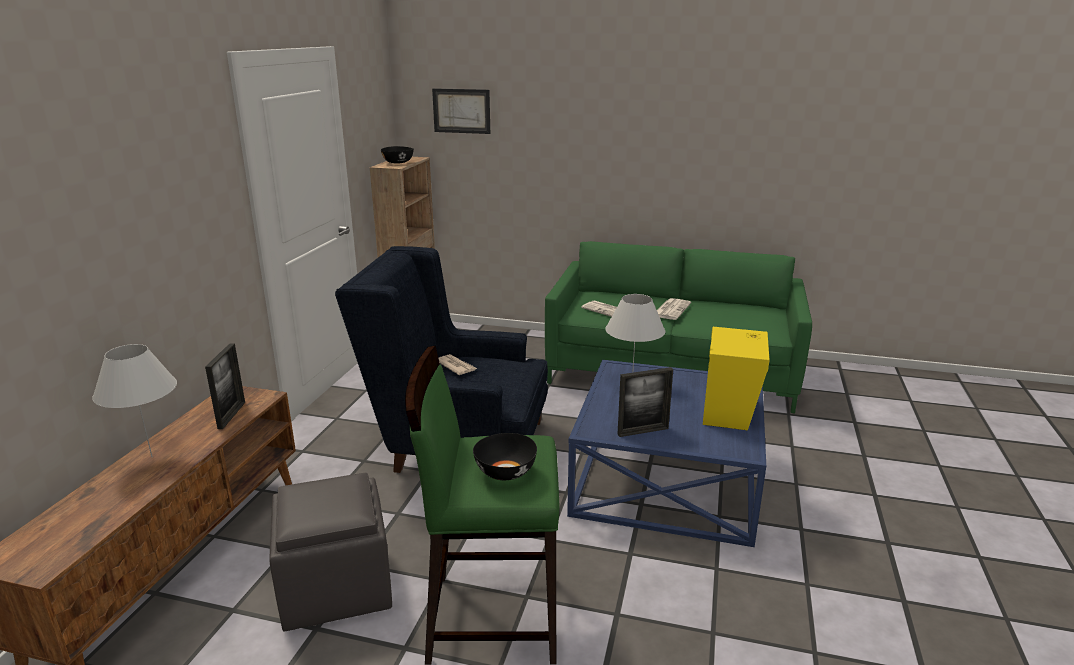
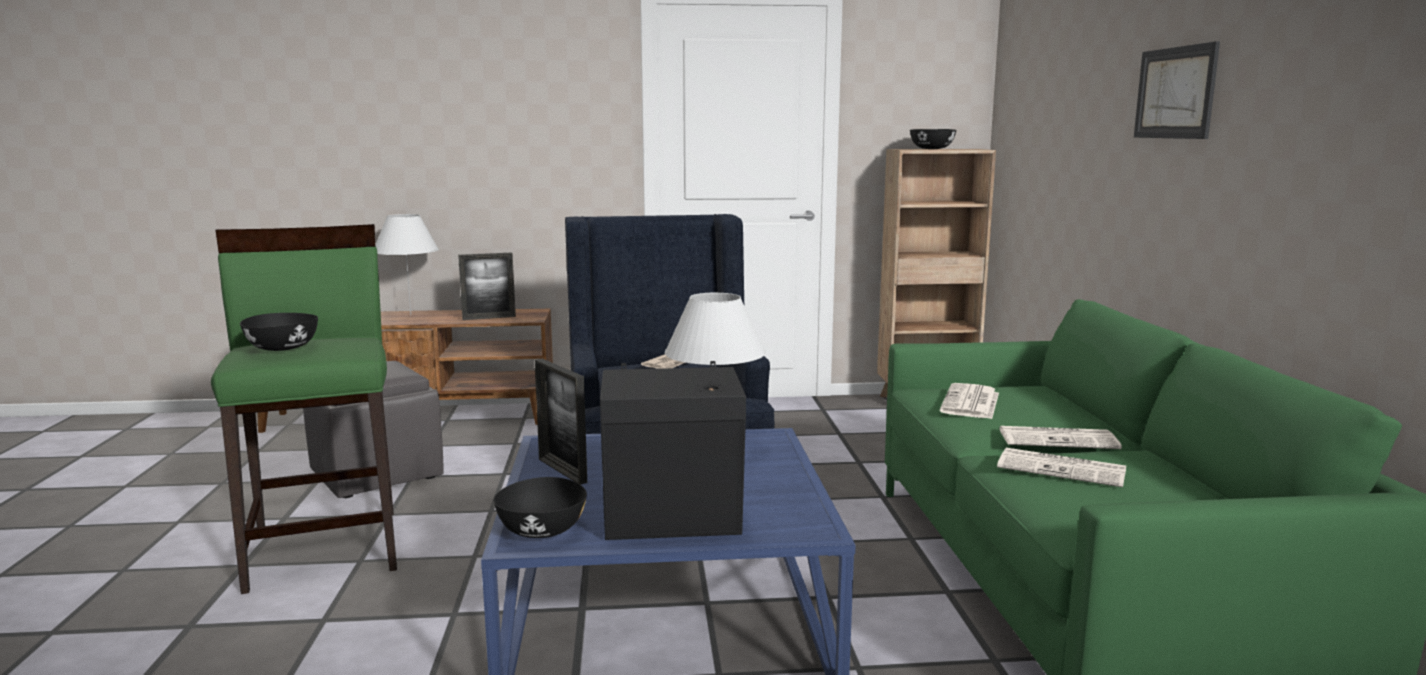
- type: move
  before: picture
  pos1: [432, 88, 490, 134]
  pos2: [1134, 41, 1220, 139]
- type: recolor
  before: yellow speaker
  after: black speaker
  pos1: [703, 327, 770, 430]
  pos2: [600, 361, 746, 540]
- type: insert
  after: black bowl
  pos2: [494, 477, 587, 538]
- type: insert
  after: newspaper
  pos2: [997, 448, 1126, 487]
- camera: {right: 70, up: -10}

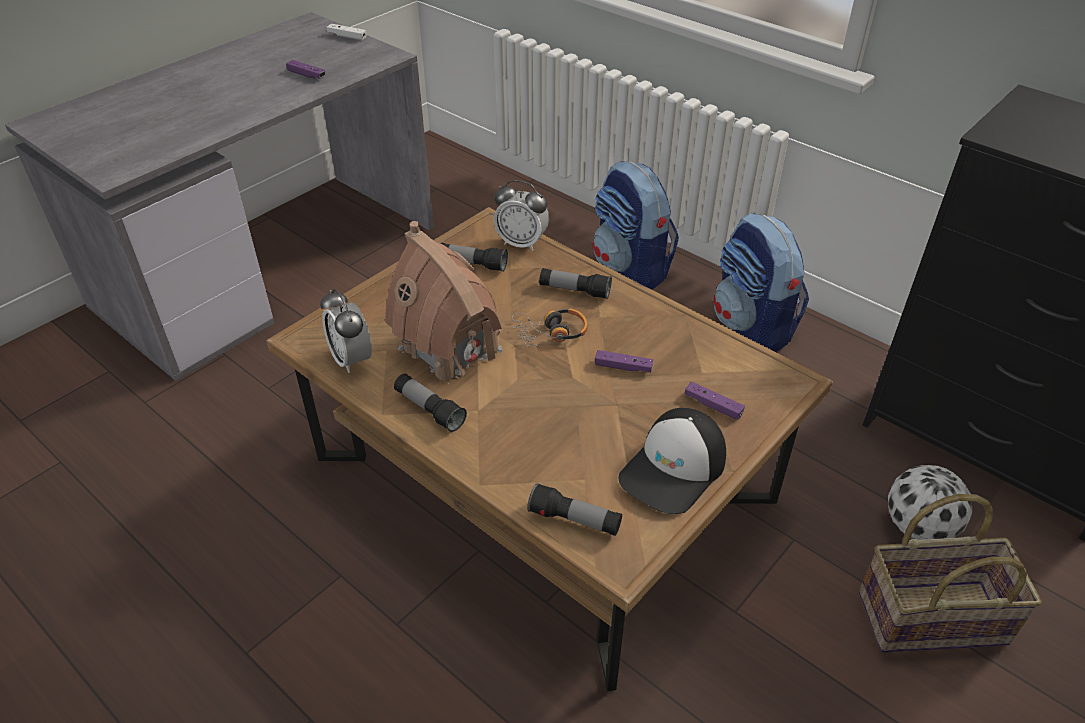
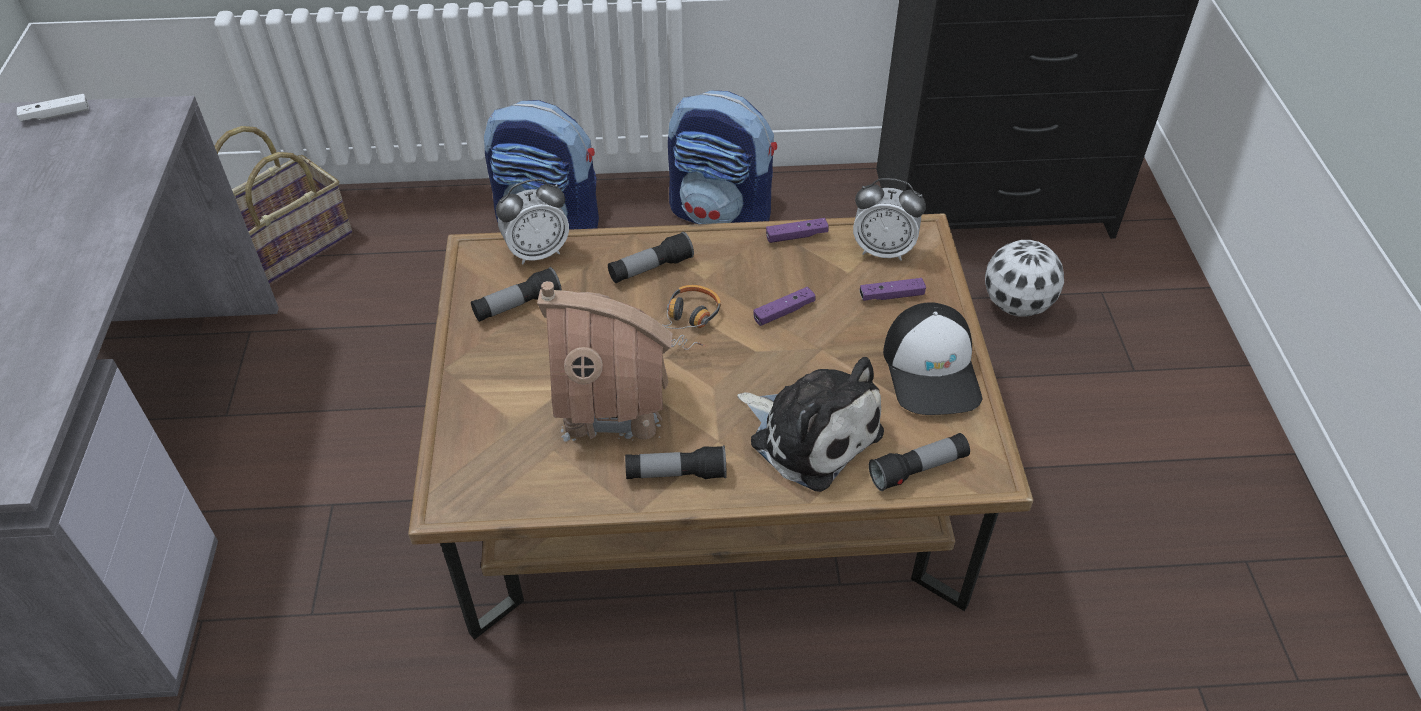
- type: move
  before: purple game controller
  pos1: [286, 60, 326, 79]
  pos2: [766, 218, 829, 243]
- type: move
  before: alarm clock
  pos1: [320, 289, 372, 373]
  pos2: [853, 178, 926, 261]
- type: move
  before: basket
  pos1: [859, 494, 1042, 653]
  pos2: [215, 126, 352, 284]
- type: insert
  after: plush toy
  pos2: [737, 357, 884, 492]
- camera: {right: -45, up: 5}

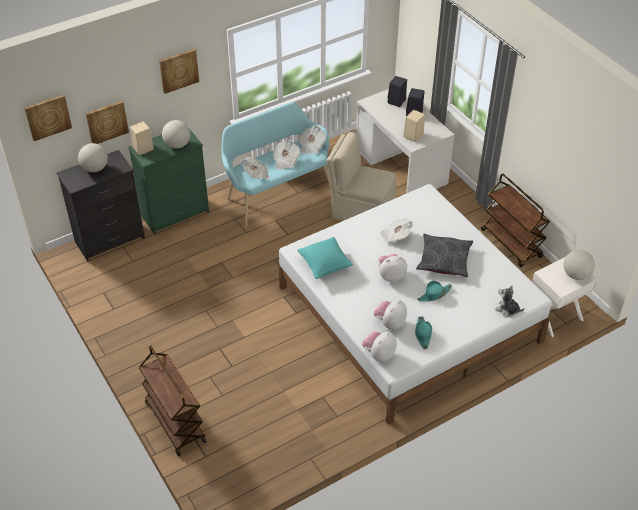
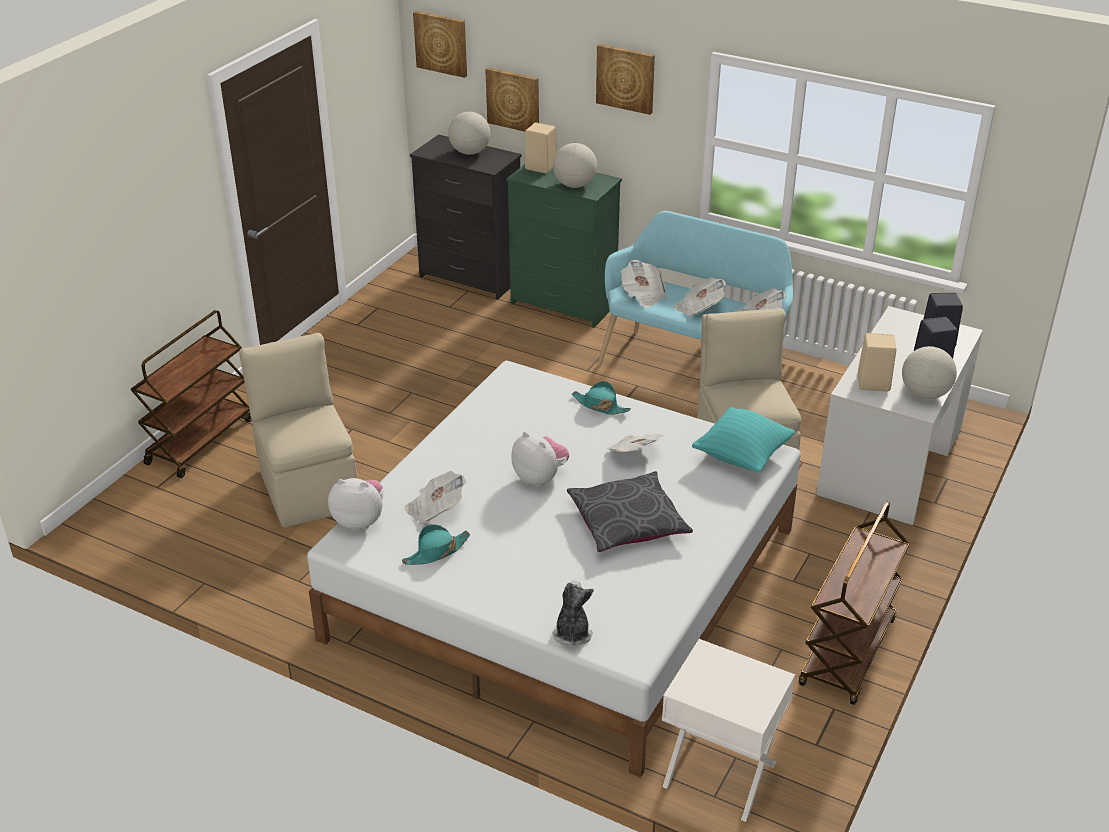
- type: move
  before: turquoise pillow
  pos1: [297, 237, 353, 279]
  pos2: [692, 407, 796, 472]
- type: replace
  before: plush toy
  after: newspaper
  pos1: [374, 300, 407, 330]
  pos2: [405, 471, 466, 525]
- type: move
  before: turquoise hat
  pos1: [417, 281, 452, 302]
  pos2: [571, 381, 631, 415]
- type: move
  before: globe
  pos1: [564, 250, 595, 280]
  pos2: [902, 346, 957, 399]
- type: insert
  after: beige chair
  pos2: [239, 333, 358, 527]
- camera: {right: 60, up: -10}

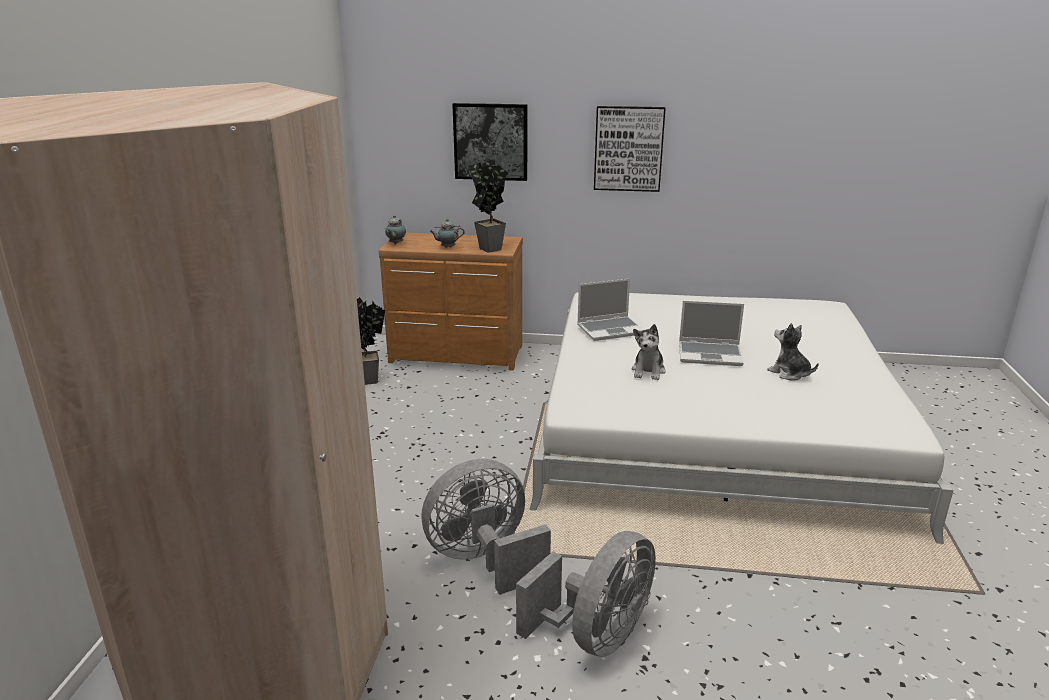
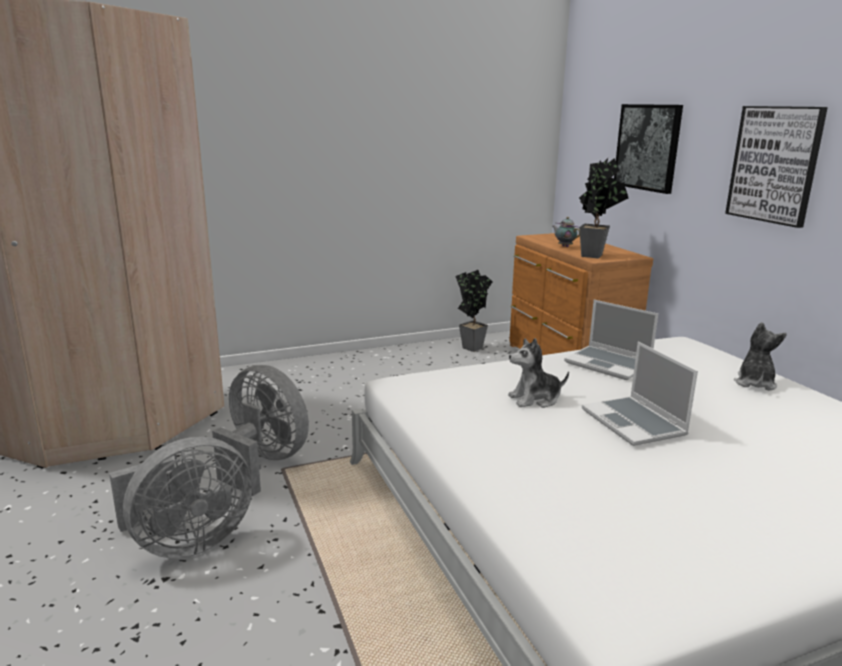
- type: delete
  before: teapot
  pos1: [385, 215, 406, 244]
- type: rotate
  before: grey fan
  pos1: [516, 531, 656, 657]
  pos2: [109, 437, 252, 558]
  turn: -45
- type: move
  before: plush toy
  pos1: [767, 323, 818, 381]
  pos2: [734, 322, 787, 391]
- camera: {right: 60, up: -5}

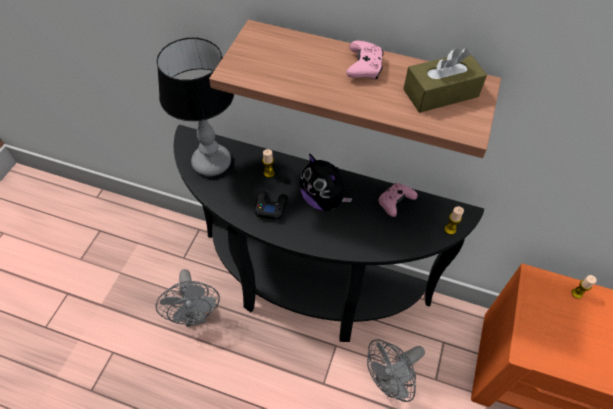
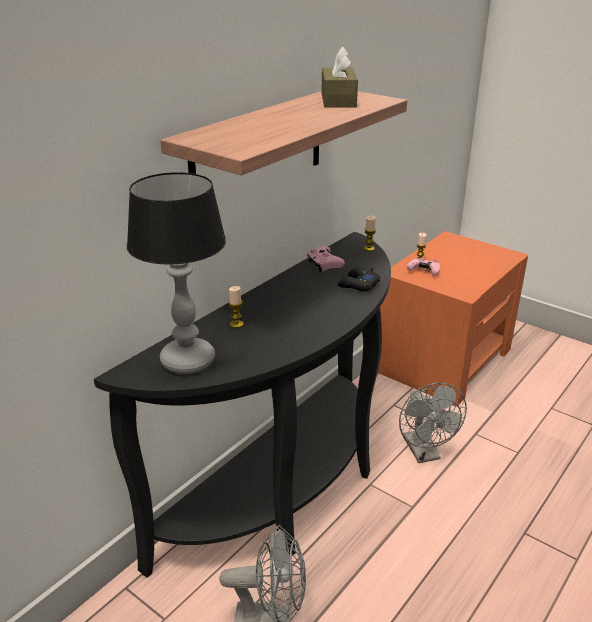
- type: move
  before: black game controller
  pos1: [255, 191, 288, 220]
  pos2: [338, 267, 380, 291]
- type: delete
  before: plush toy
  pos1: [299, 153, 352, 211]
- type: move
  before: pink game controller
  pos1: [346, 40, 384, 79]
  pos2: [407, 258, 440, 276]
- camera: {right: -70, up: -25}

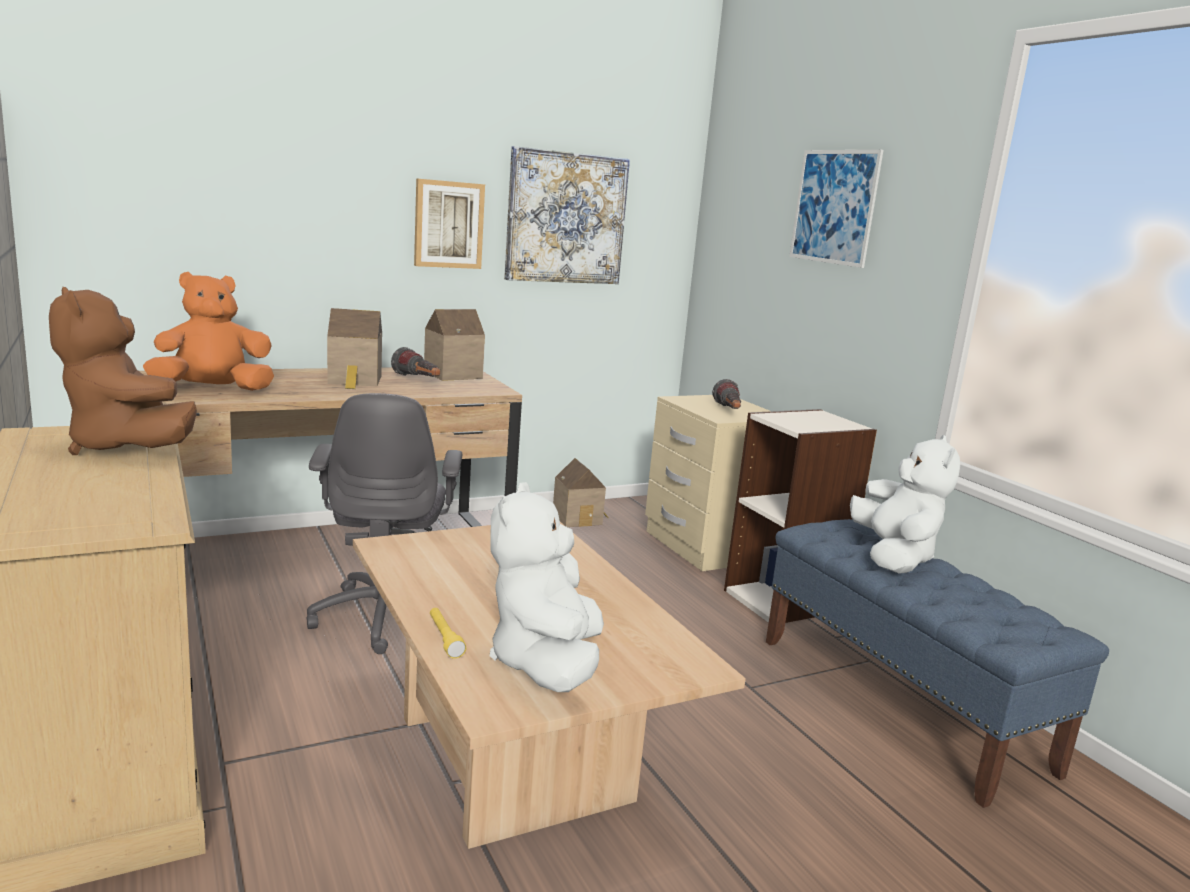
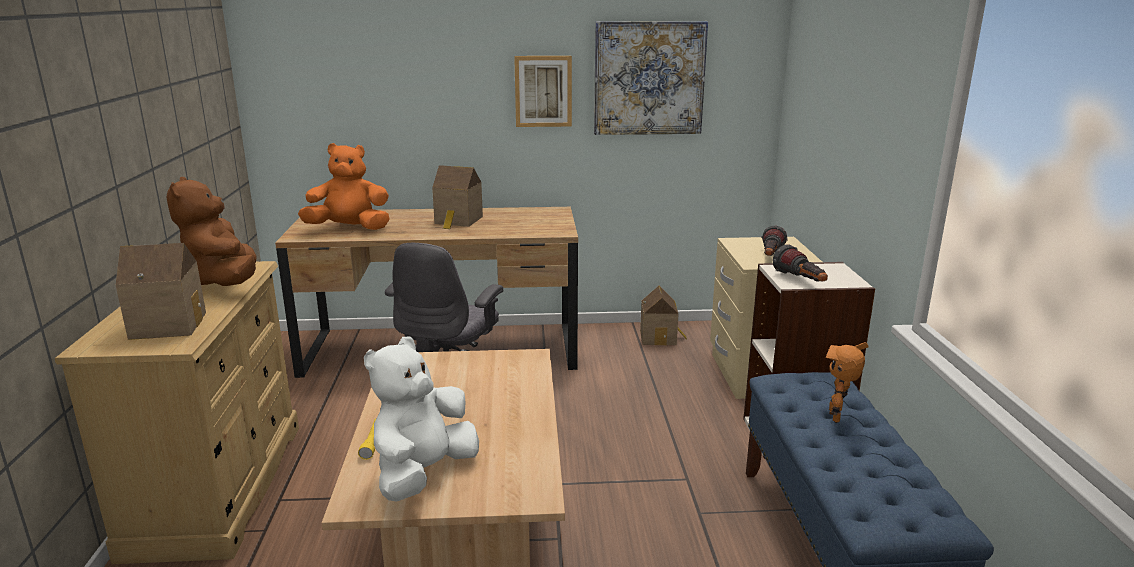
- type: move
  before: flashlight
  pos1: [391, 347, 440, 377]
  pos2: [773, 244, 828, 282]
- type: move
  before: toy house
  pos1: [424, 309, 485, 381]
  pos2: [115, 243, 206, 340]
- type: delete
  before: picture
  pos1: [789, 150, 883, 268]
- type: replace
  before: white plush toy
  after: toy robot
  pos1: [850, 435, 960, 574]
  pos2: [825, 342, 869, 423]
- camera: {right: 25, up: 5}

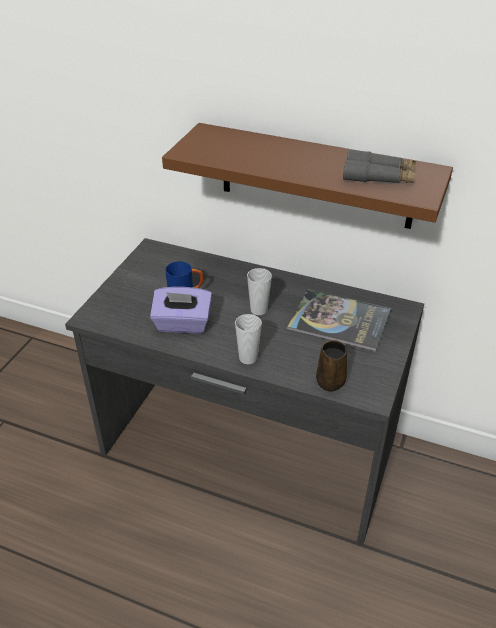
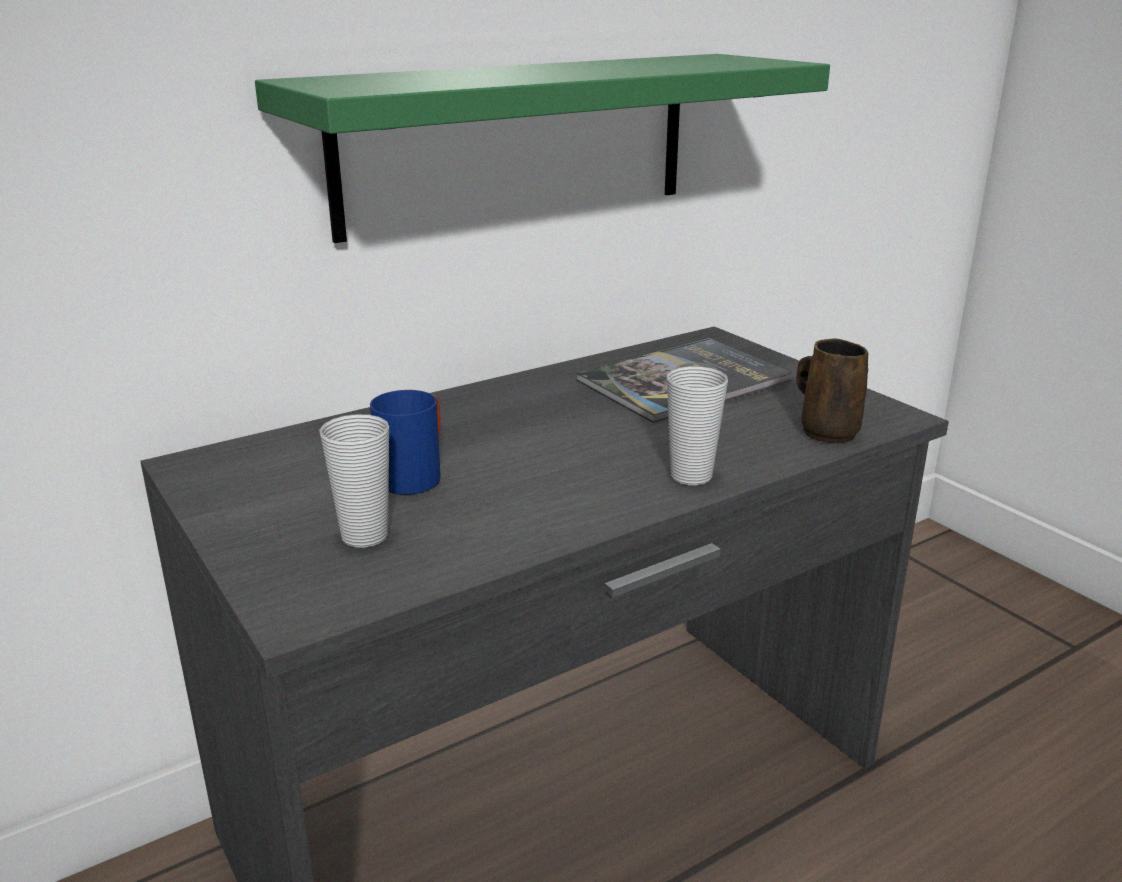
- type: delete
  before: purple tissue box
  pos1: [150, 287, 212, 333]
- type: recolor
  before: brown shelf
  after: green shelf
  pos1: [162, 123, 453, 229]
  pos2: [255, 54, 830, 243]
- type: move
  before: cup
  pos1: [247, 268, 272, 315]
  pos2: [319, 414, 389, 548]
- type: delete
  before: grey binoculars
  pos1: [343, 149, 416, 183]
- camera: {right: -55, up: -15}

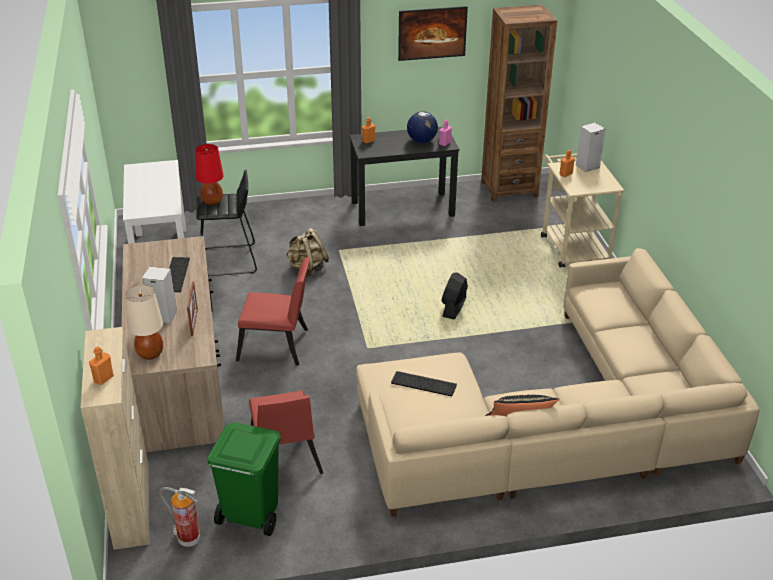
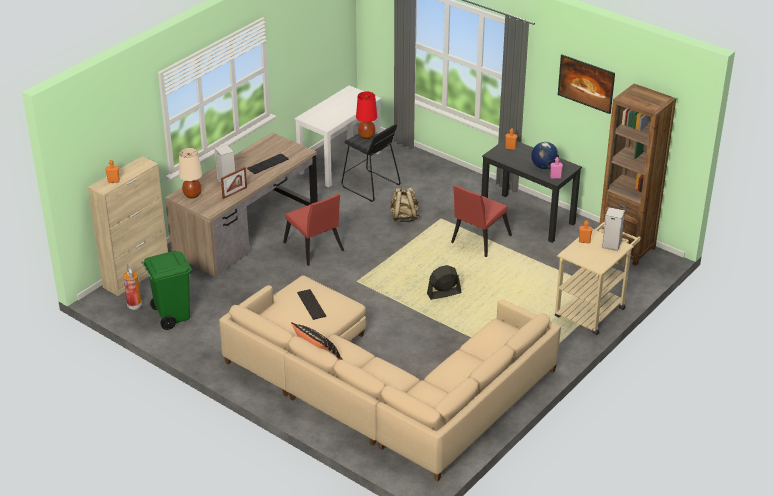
- type: move
  before: red chair
  pos1: [249, 391, 323, 474]
  pos2: [451, 185, 512, 257]
- camera: {right: 50, up: 0}

